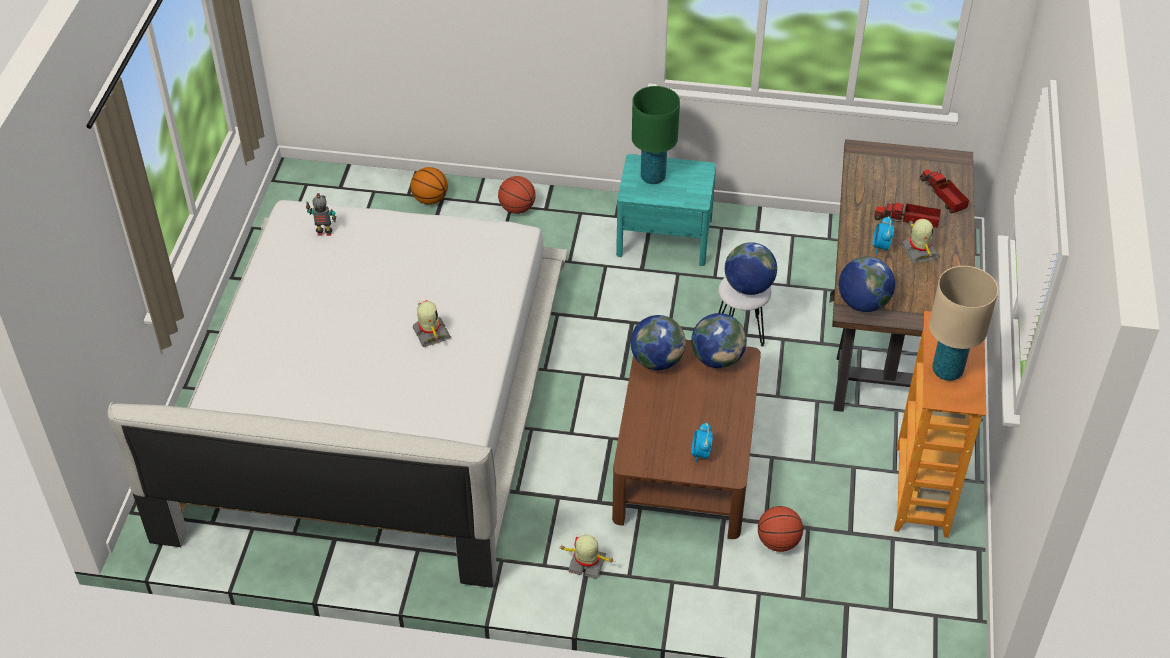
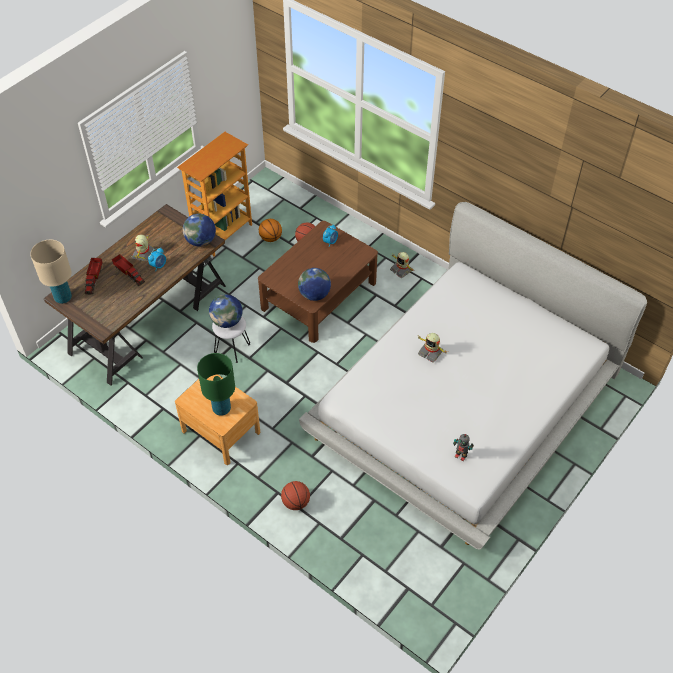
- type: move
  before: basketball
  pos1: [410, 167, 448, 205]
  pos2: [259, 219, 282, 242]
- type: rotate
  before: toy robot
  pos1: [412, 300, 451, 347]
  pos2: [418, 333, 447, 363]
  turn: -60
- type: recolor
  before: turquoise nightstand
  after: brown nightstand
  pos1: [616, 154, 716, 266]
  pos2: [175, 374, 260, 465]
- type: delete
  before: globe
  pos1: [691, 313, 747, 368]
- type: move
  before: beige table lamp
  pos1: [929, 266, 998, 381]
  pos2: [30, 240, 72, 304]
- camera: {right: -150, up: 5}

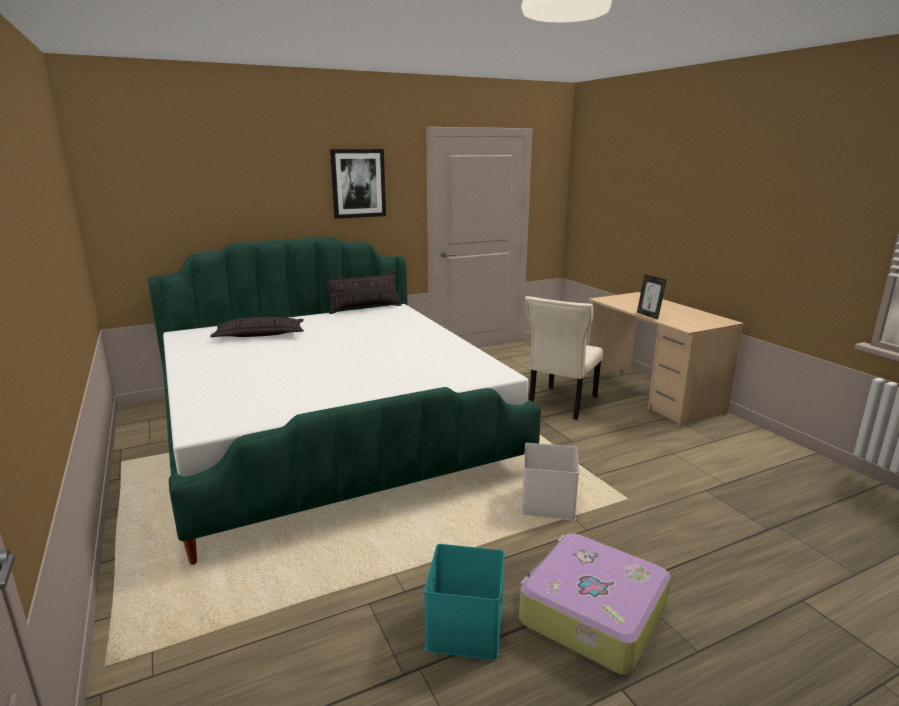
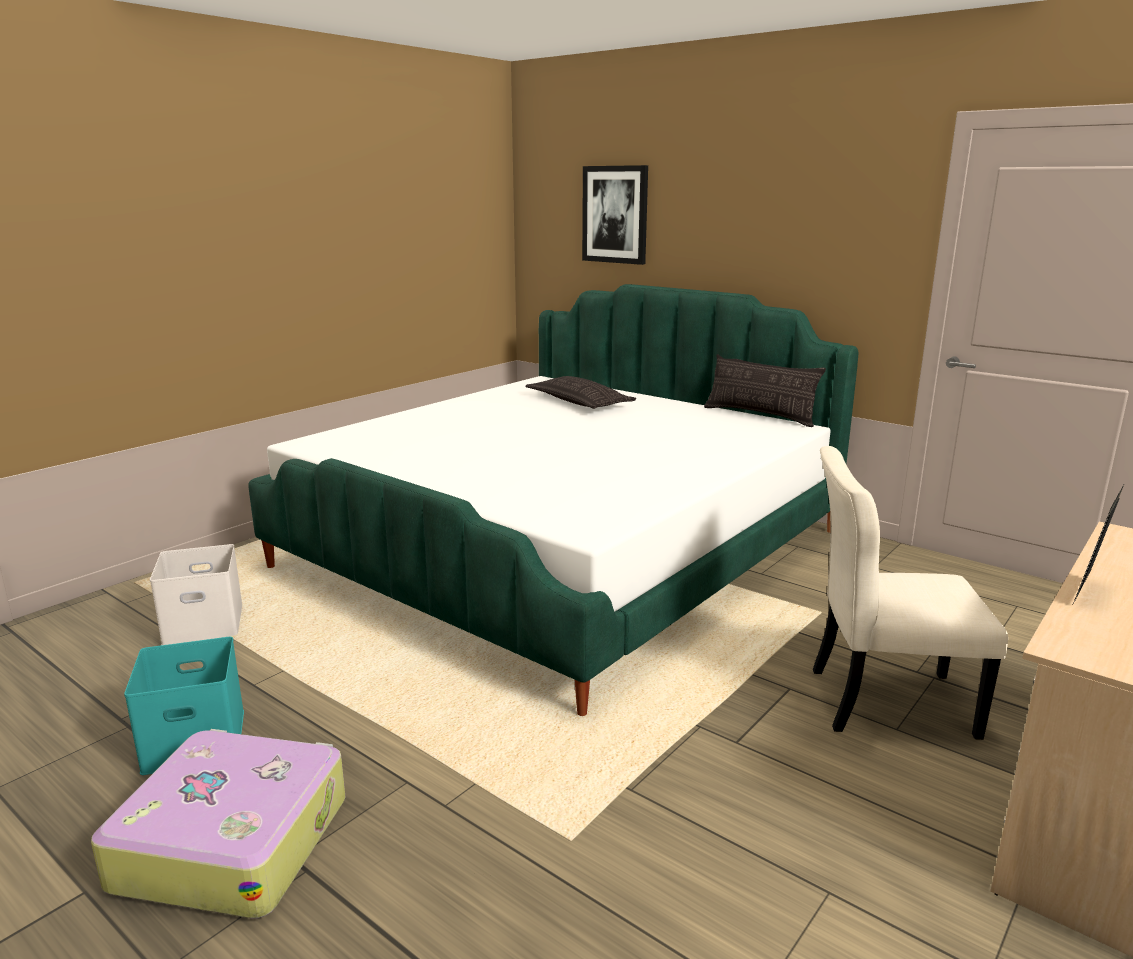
- type: move
  before: picture
  pos1: [330, 149, 386, 219]
  pos2: [582, 165, 648, 265]
- type: move
  before: white storage box
  pos1: [521, 443, 579, 521]
  pos2: [150, 544, 242, 645]
- camera: {right: 65, up: 0}

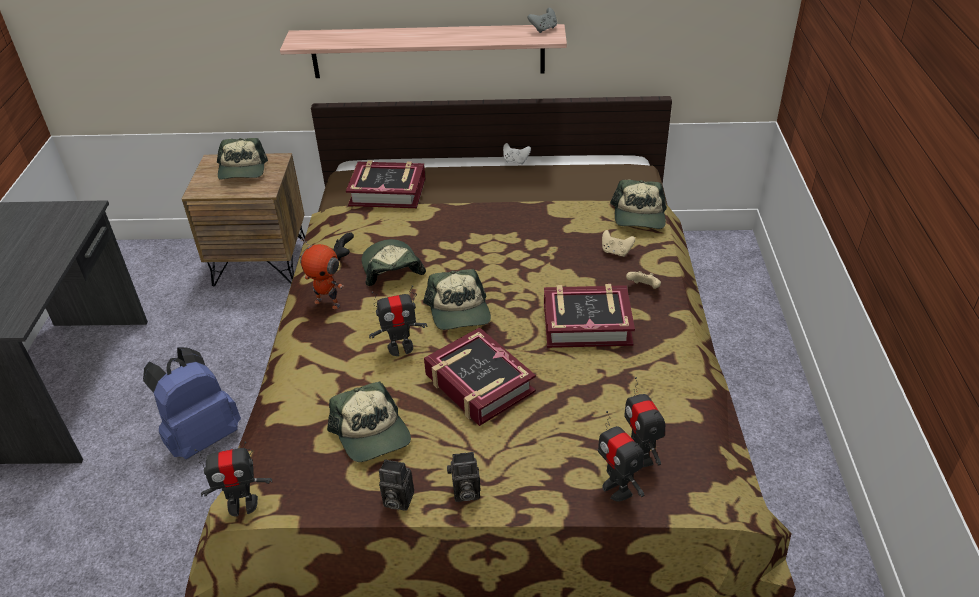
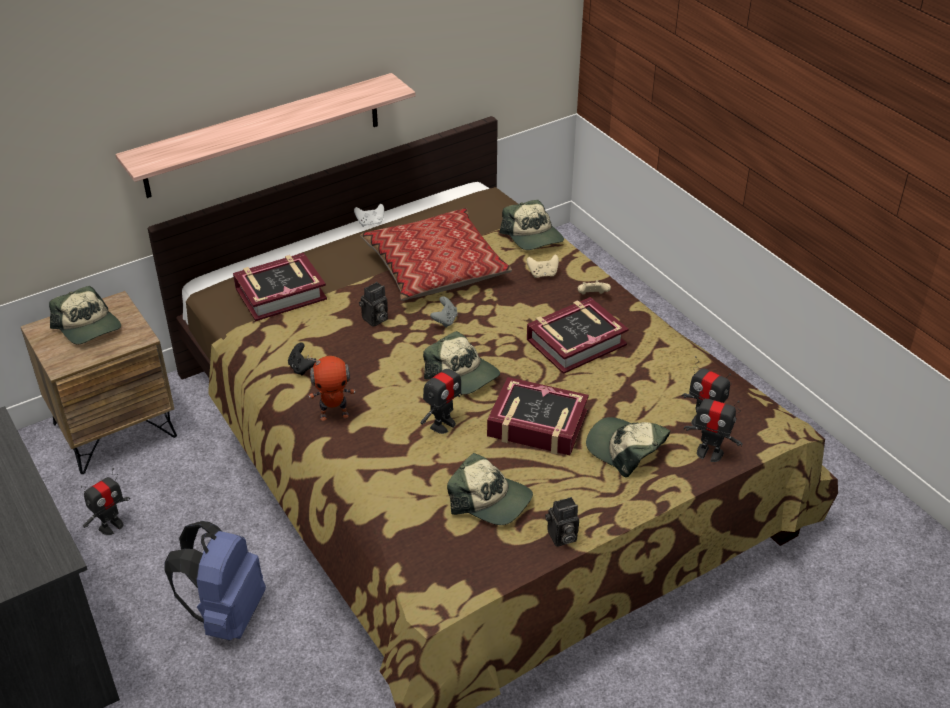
- type: move
  before: toy robot
  pos1: [194, 442, 272, 517]
  pos2: [81, 468, 130, 535]
- type: move
  before: cap
  pos1: [361, 239, 426, 286]
  pos2: [586, 417, 671, 478]
- type: move
  before: photo camera
  pos1: [447, 452, 481, 502]
  pos2: [359, 282, 388, 327]
- type: move
  before: grey game controller
  pos1: [528, 8, 557, 33]
  pos2: [430, 296, 458, 328]
- type: insert
  after: pillow
  pos2: [360, 208, 512, 301]
- camera: {right: -35, up: 0}

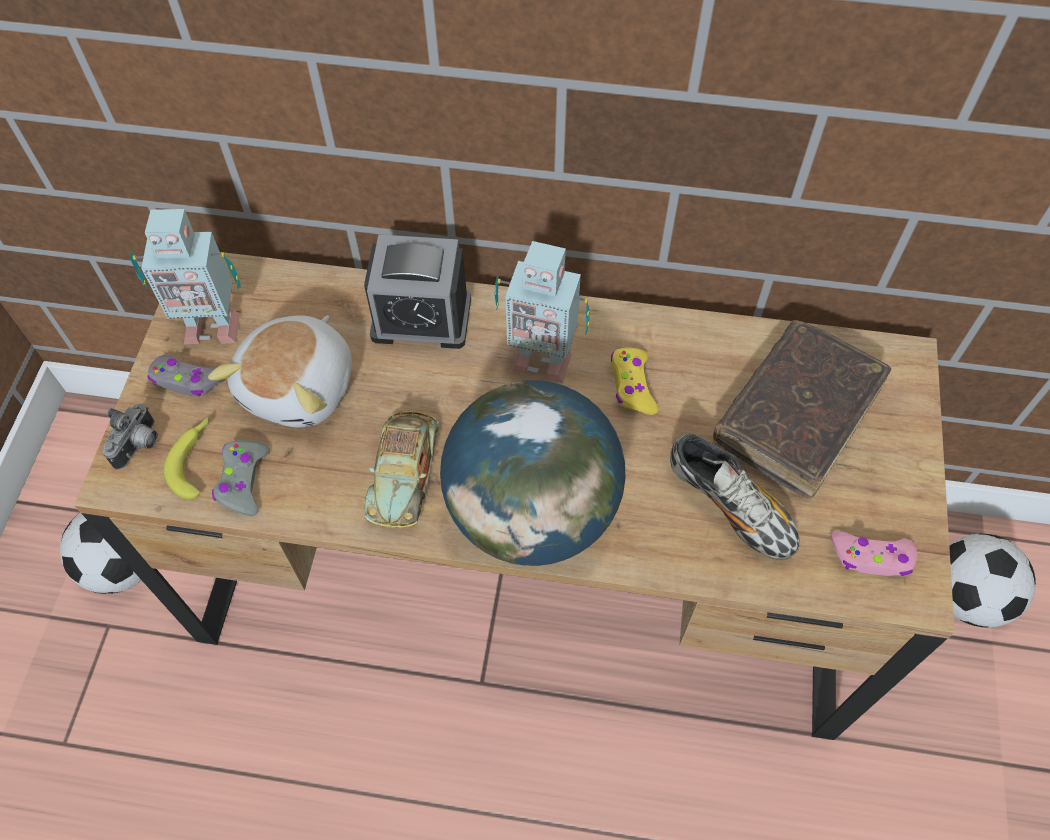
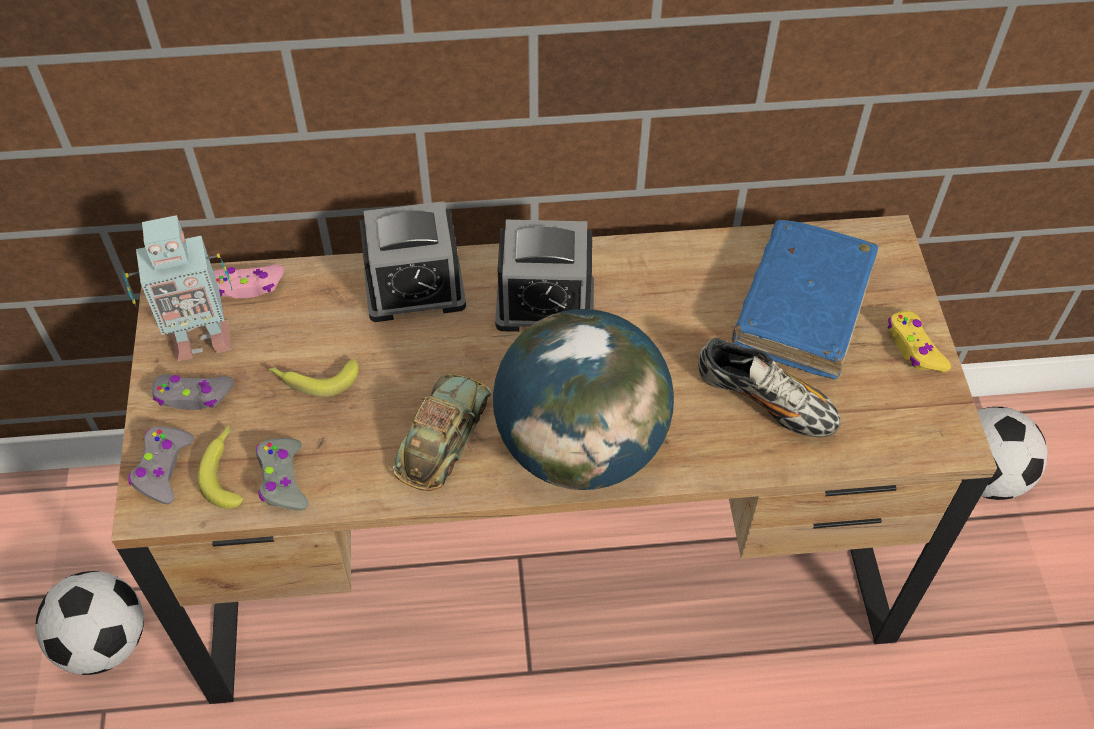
- type: replace
  before: photo camera
  after: grey game controller
  pos1: [102, 404, 158, 470]
  pos2: [128, 427, 194, 504]
- type: replace
  before: plush toy
  after: banana
  pos1: [208, 315, 352, 427]
  pos2: [268, 358, 359, 397]
- type: rotate
  before: toy car
  pos1: [365, 411, 439, 528]
  pos2: [393, 374, 491, 491]
  turn: -150
- type: replace
  before: toy robot
  after: alarm clock
  pos1: [494, 241, 590, 383]
  pos2: [495, 220, 594, 332]
- type: move
  before: yellow game controller
  pos1: [611, 348, 659, 415]
  pos2: [888, 311, 951, 372]
- type: recolor
  before: brown book
  after: blue book
  pos1: [713, 320, 891, 499]
  pos2: [732, 220, 878, 379]
- type: move
  before: pink game controller
  pos1: [830, 531, 917, 576]
  pos2: [213, 265, 284, 298]
- camera: {right: -15, up: -5}

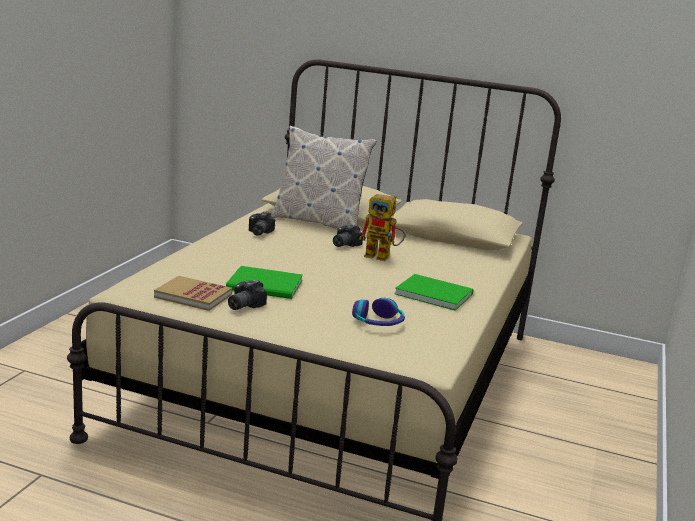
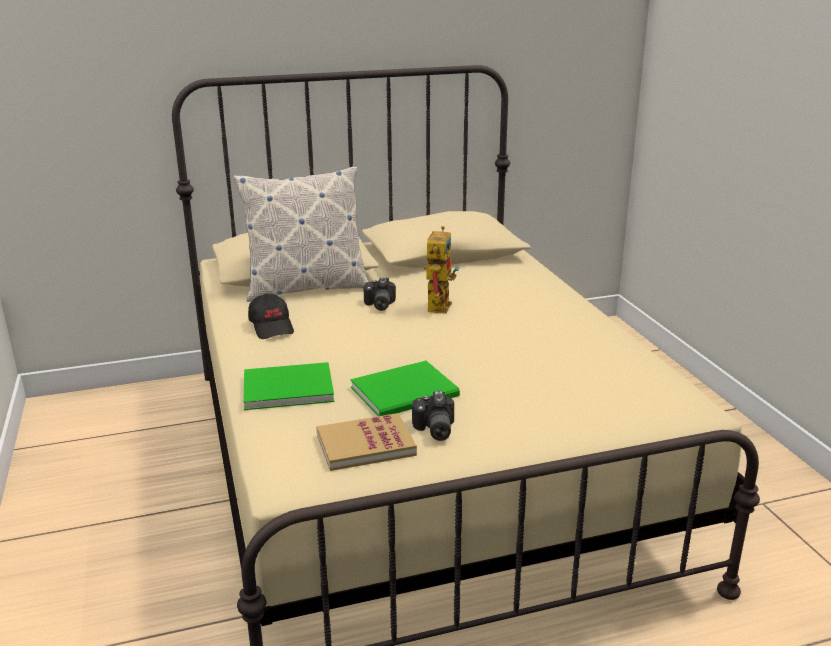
- type: replace
  before: photo camera
  after: black cap
  pos1: [249, 211, 275, 236]
  pos2: [248, 294, 294, 339]
- type: delete
  before: headphones
  pos1: [352, 298, 405, 326]
- type: rotate
  before: toy robot
  pos1: [359, 194, 405, 261]
  pos2: [423, 226, 459, 314]
  turn: -60
- type: move
  before: green book
  pos1: [395, 274, 473, 311]
  pos2: [244, 362, 334, 410]
- camera: {right: -35, up: 5}

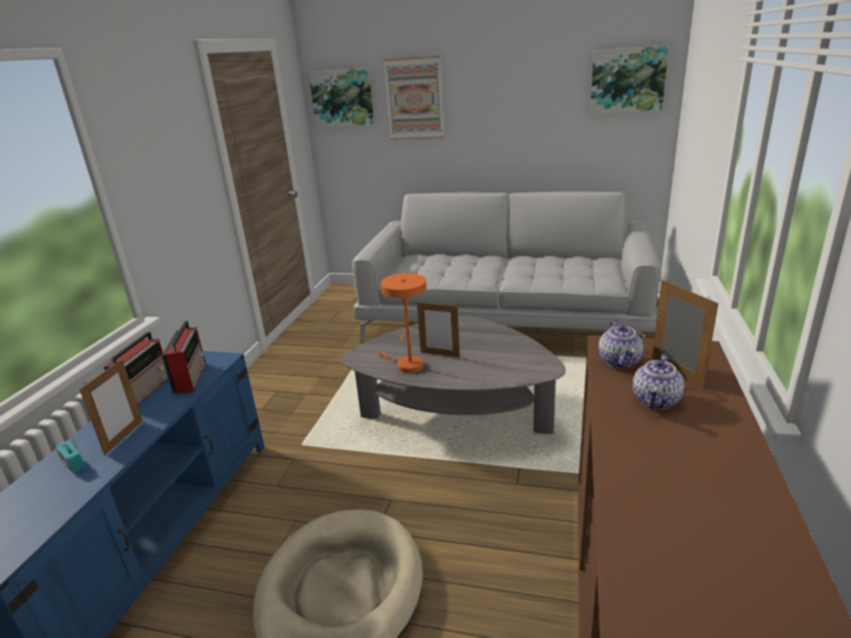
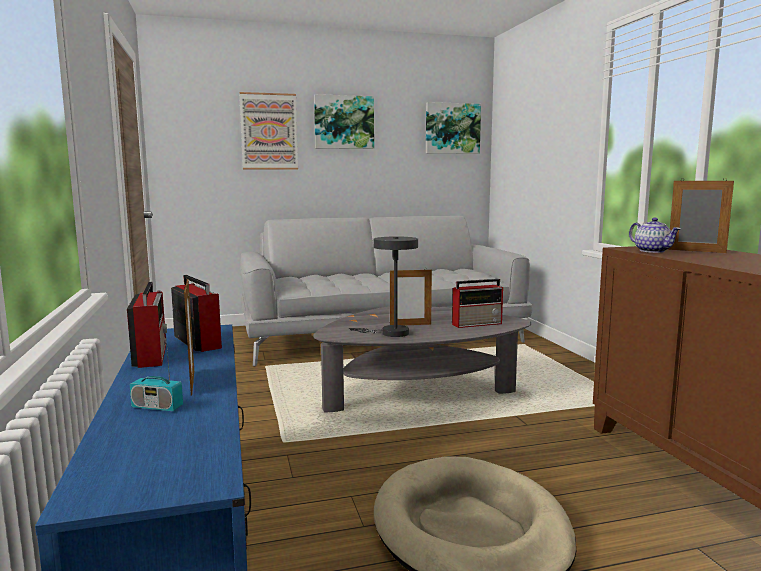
- type: move
  before: picture
  pos1: [309, 68, 374, 128]
  pos2: [314, 94, 374, 149]
- type: recolor
  before: orange table lamp
  after: grey table lamp
  pos1: [377, 273, 427, 373]
  pos2: [349, 237, 418, 337]
- type: delete
  before: teapot
  pos1: [633, 354, 684, 409]
- type: insert
  after: radio
  pos2: [452, 279, 503, 328]
- camera: {right: -30, up: -15}

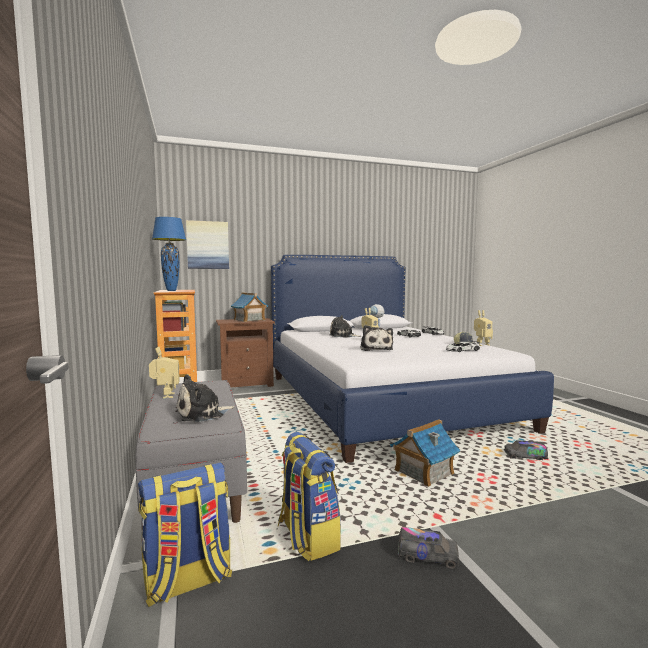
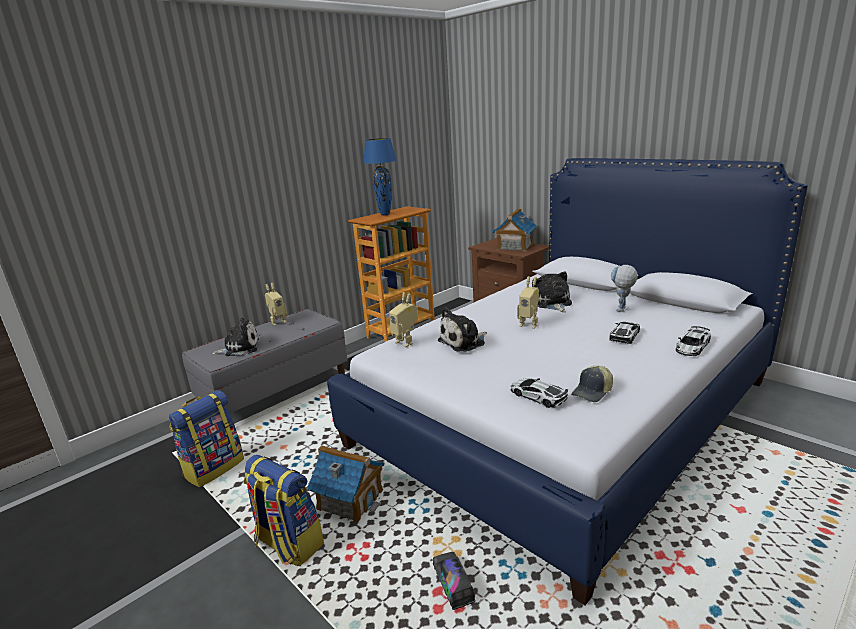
- type: move
  before: backpack
  pos1: [138, 462, 232, 607]
  pos2: [243, 455, 324, 566]
- type: rotate
  before: plush toy
  pos1: [175, 374, 235, 422]
  pos2: [211, 318, 259, 356]
  turn: 135
- type: delete
  before: picture
  pos1: [186, 220, 229, 269]
- type: delete
  before: toy truck
  pos1: [398, 527, 459, 569]
- type: move
  before: toy robot
  pos1: [474, 310, 493, 346]
  pos2: [389, 292, 418, 347]
- camera: {right: 65, up: 15}

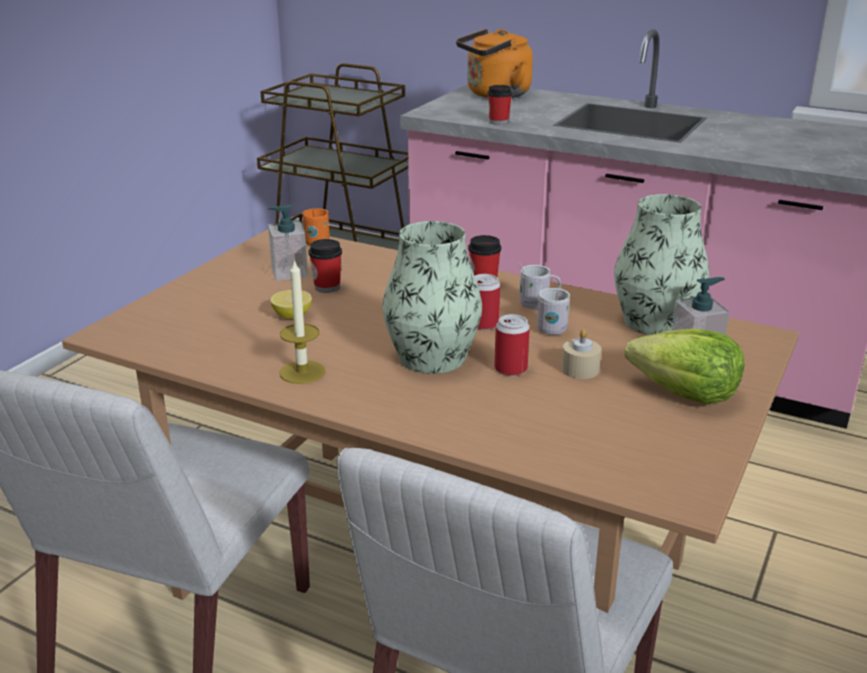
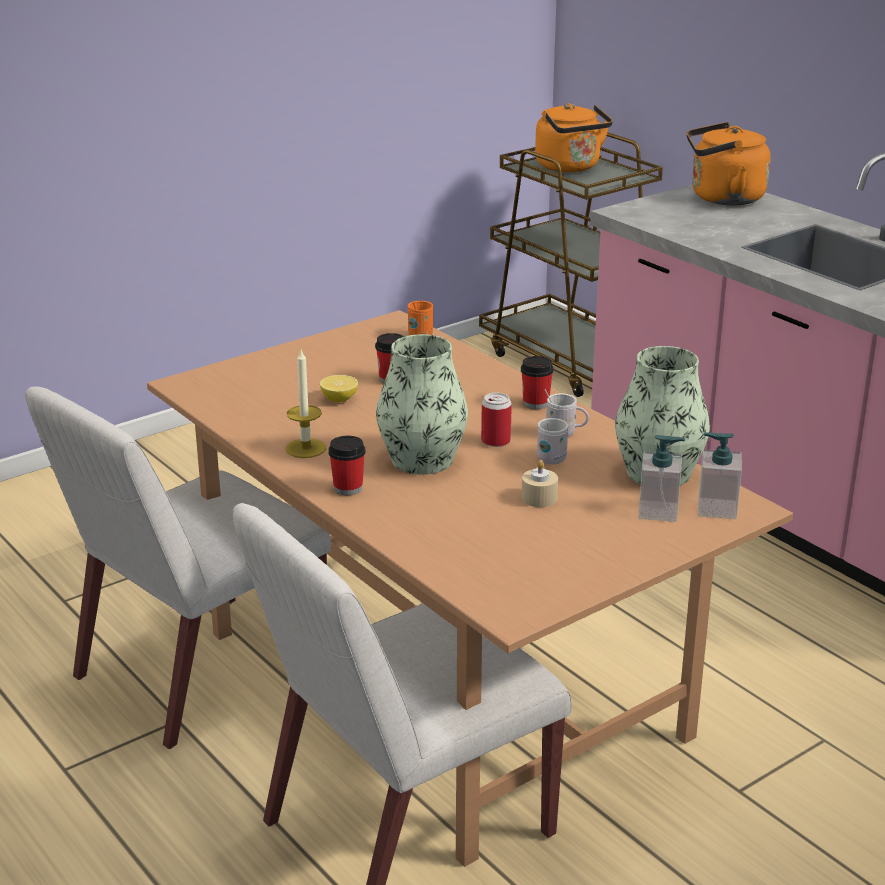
- type: move
  before: soap dispenser
  pos1: [268, 204, 308, 281]
  pos2: [698, 432, 742, 519]
- type: move
  before: cup
  pos1: [487, 85, 512, 125]
  pos2: [328, 436, 366, 496]
- type: delete
  before: can
  pos1: [494, 314, 530, 376]
- type: delete
  before: lettuce
  pos1: [625, 328, 744, 405]
- type: insert
  after: orange kettle
  pos2: [535, 103, 613, 172]
- camera: {right: 25, up: 0}

